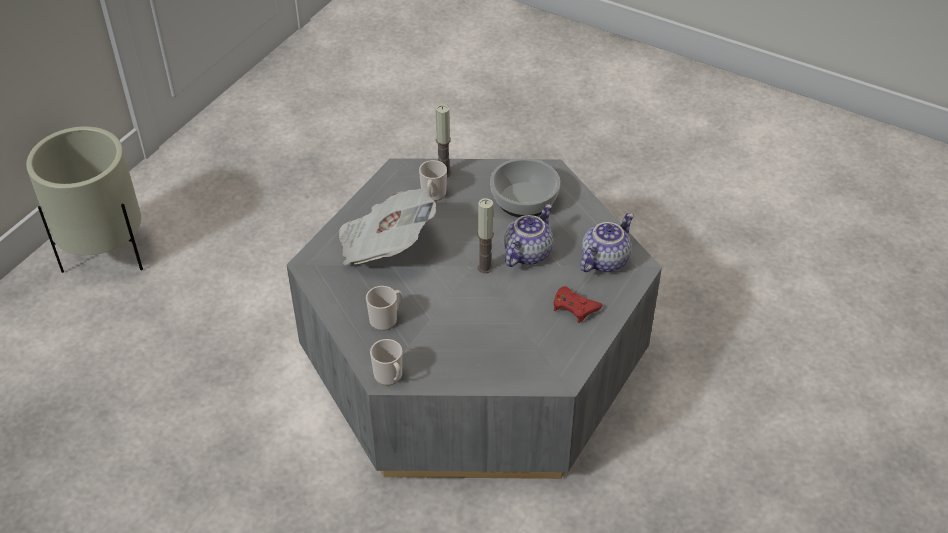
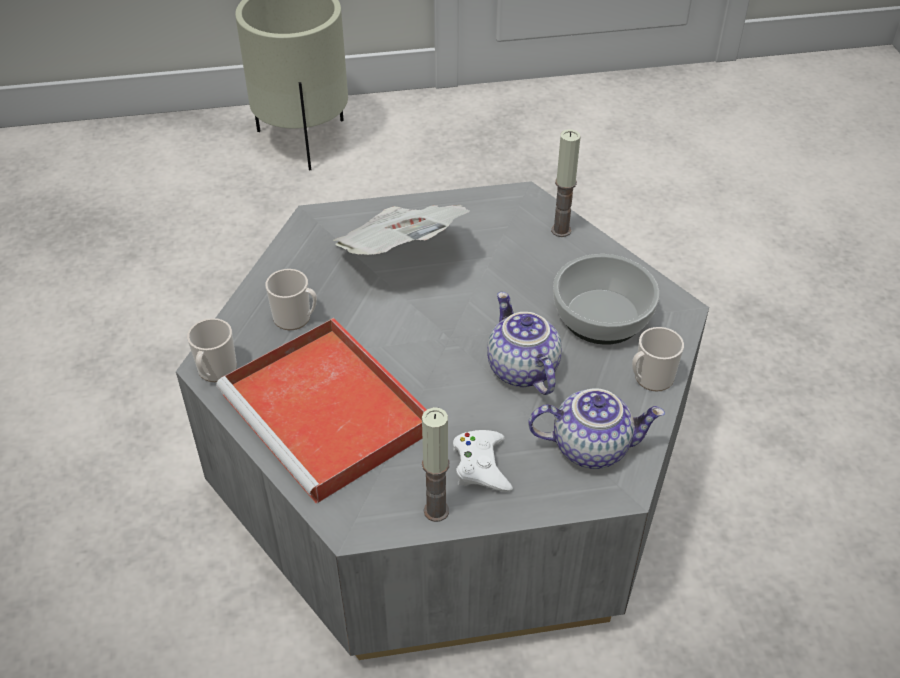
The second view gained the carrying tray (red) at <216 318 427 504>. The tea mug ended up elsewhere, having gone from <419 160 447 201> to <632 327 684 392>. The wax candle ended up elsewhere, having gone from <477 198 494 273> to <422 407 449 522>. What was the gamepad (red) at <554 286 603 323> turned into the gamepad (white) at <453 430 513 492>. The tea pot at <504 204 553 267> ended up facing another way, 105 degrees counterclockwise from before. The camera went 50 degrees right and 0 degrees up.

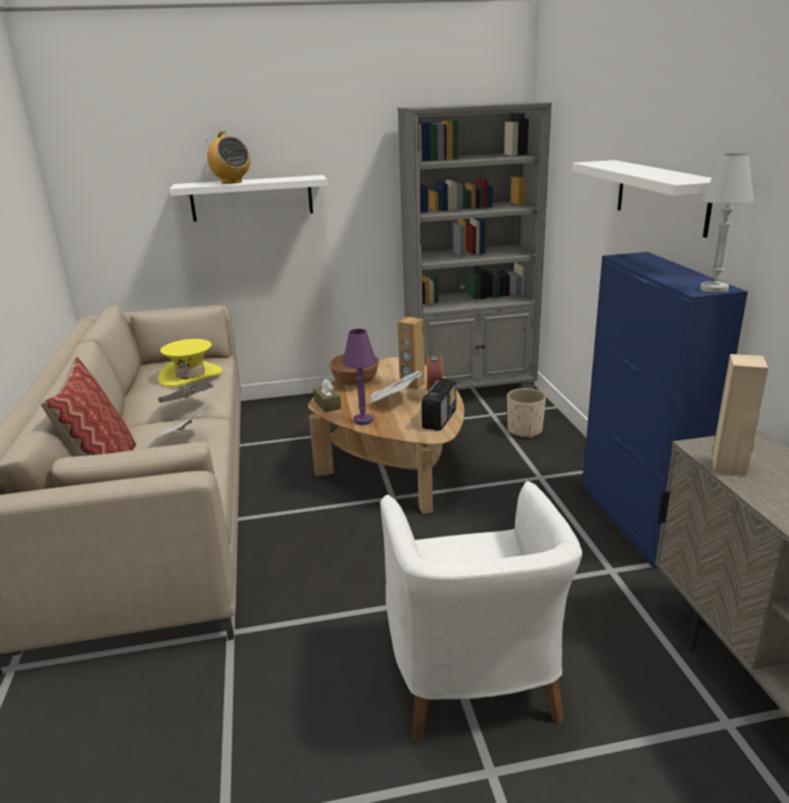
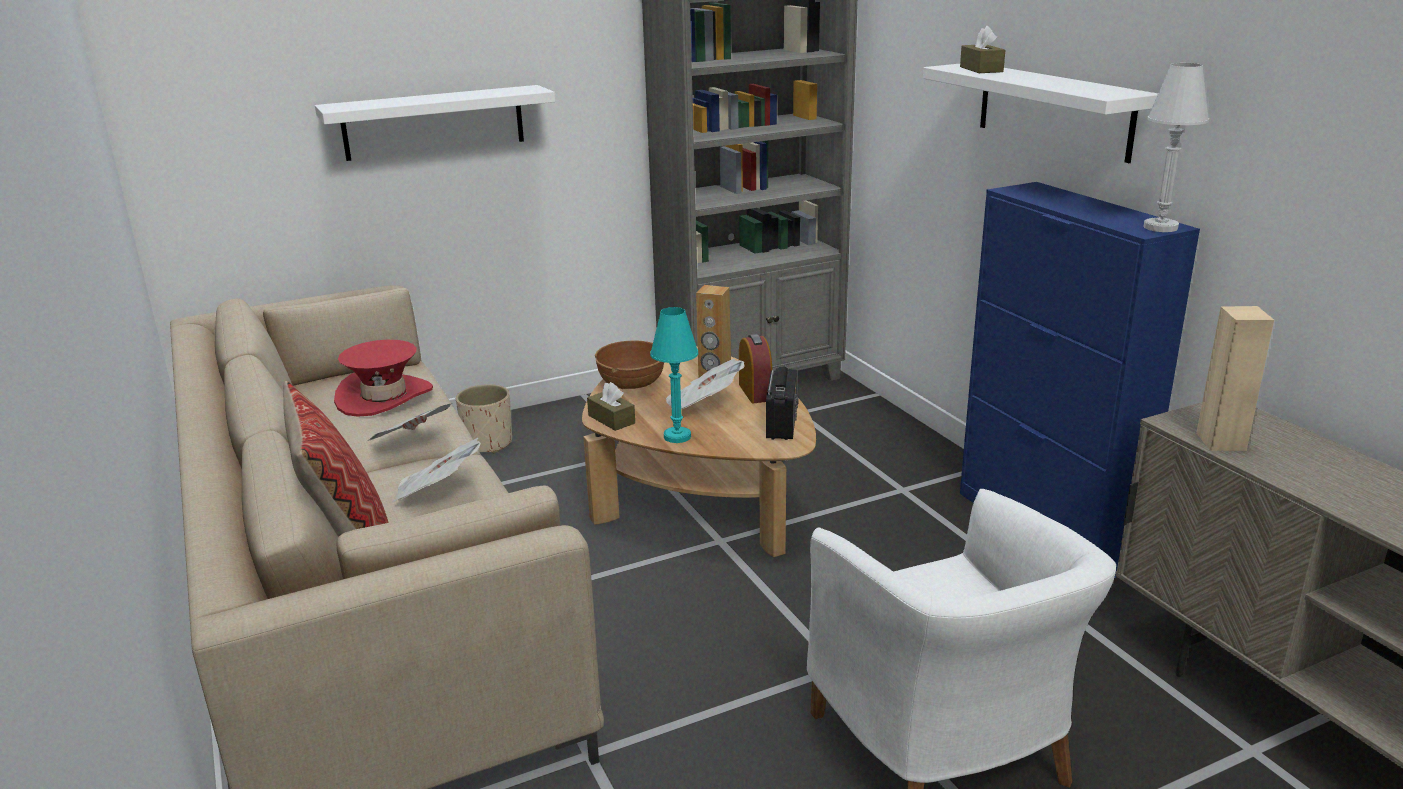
The second view lost the radio set at <206 131 250 184>. The second view gained the tissue holder (brownish) at <960 26 1005 73>. The planter (sand-coloured) ended up elsewhere, having gone from <507 388 546 438> to <456 384 512 453>. What was the clothing hat (yellow-coloured) at <158 339 223 387> turned into the clothing hat (red) at <334 340 433 417>. What was the tabletop lamp (purplish) at <343 329 377 425> turned into the tabletop lamp (turquoise-coloured) at <650 307 698 443>. The camera went 15 degrees left and 0 degrees up.

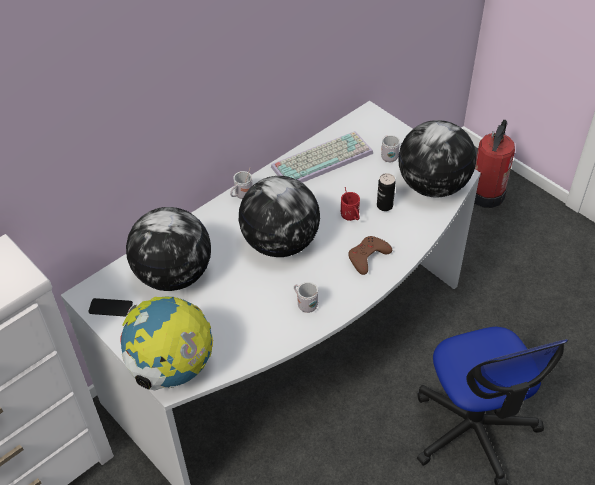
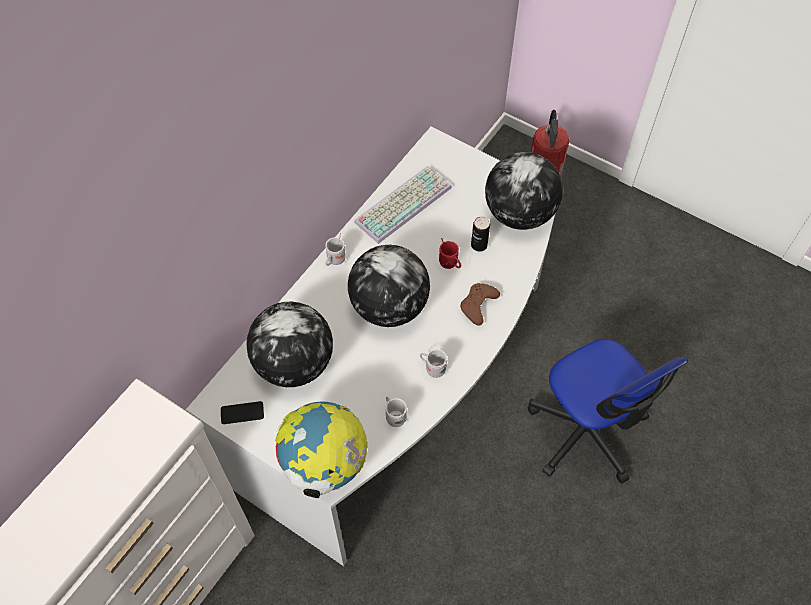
The tea mug (white) ended up elsewhere, having gone from <381 135 400 162> to <385 396 407 427>. The camera went 15 degrees left and 10 degrees up.

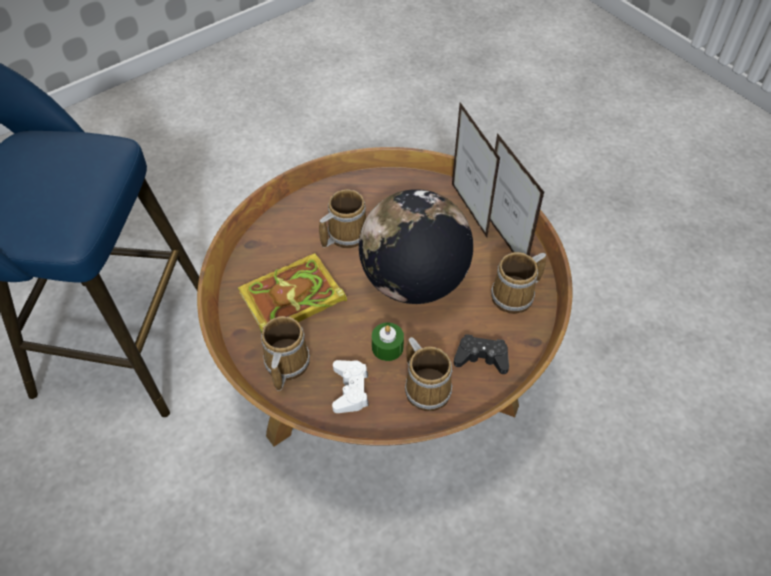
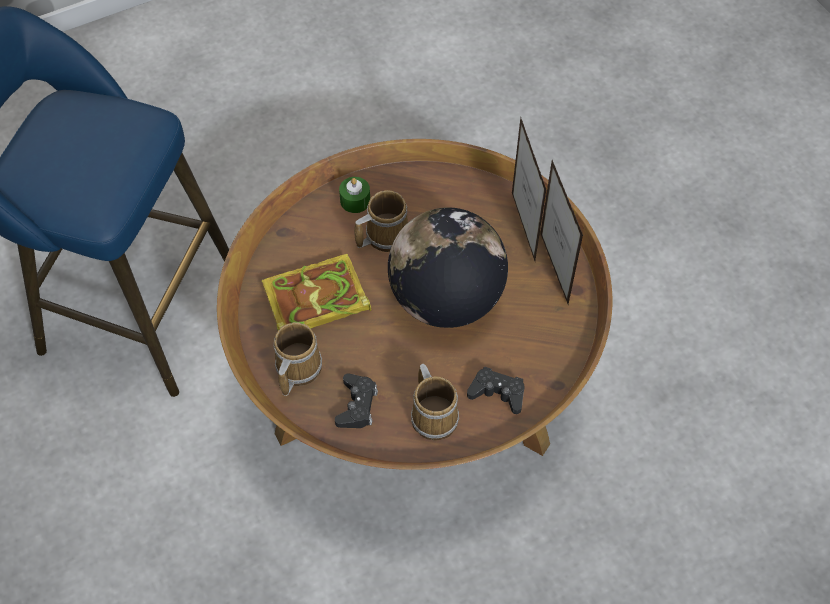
The second view lost the tea mug at <491 252 546 314>. The wax candle (greenish) ended up elsewhere, having gone from <372 323 404 361> to <339 177 370 213>. What was the gamepad (white) at <332 360 368 413> turned into the gamepad (black) at <335 373 378 428>. The camera went 10 degrees right and 5 degrees up.

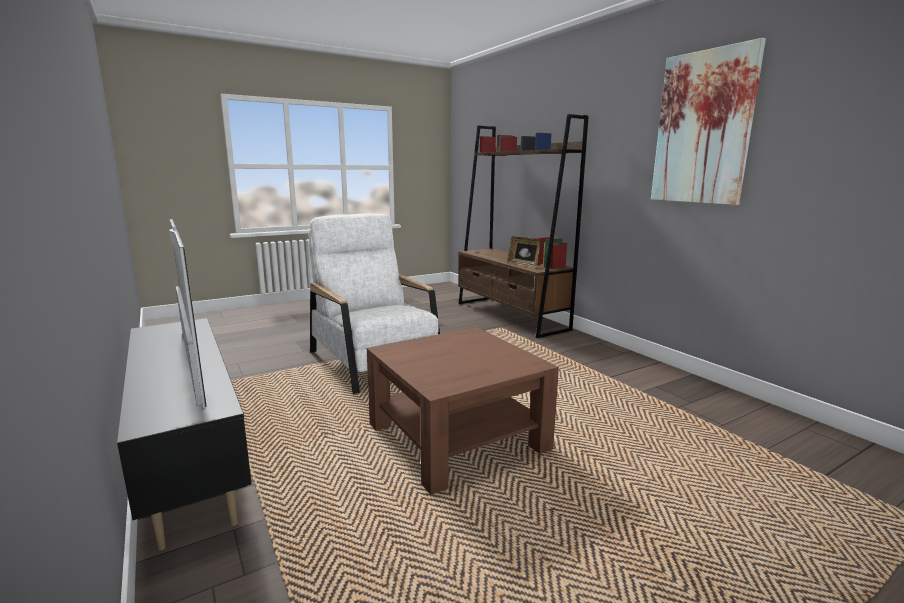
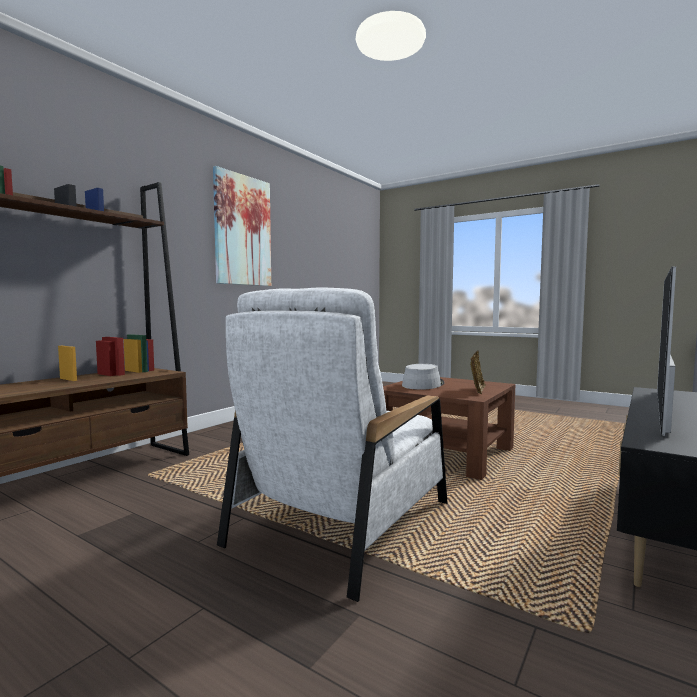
The second view gained the clothing hat (gray) at <402 364 444 390>. The standing frame ended up elsewhere, having gone from <507 236 541 268> to <470 350 486 394>. The camera went 115 degrees left and 10 degrees down.

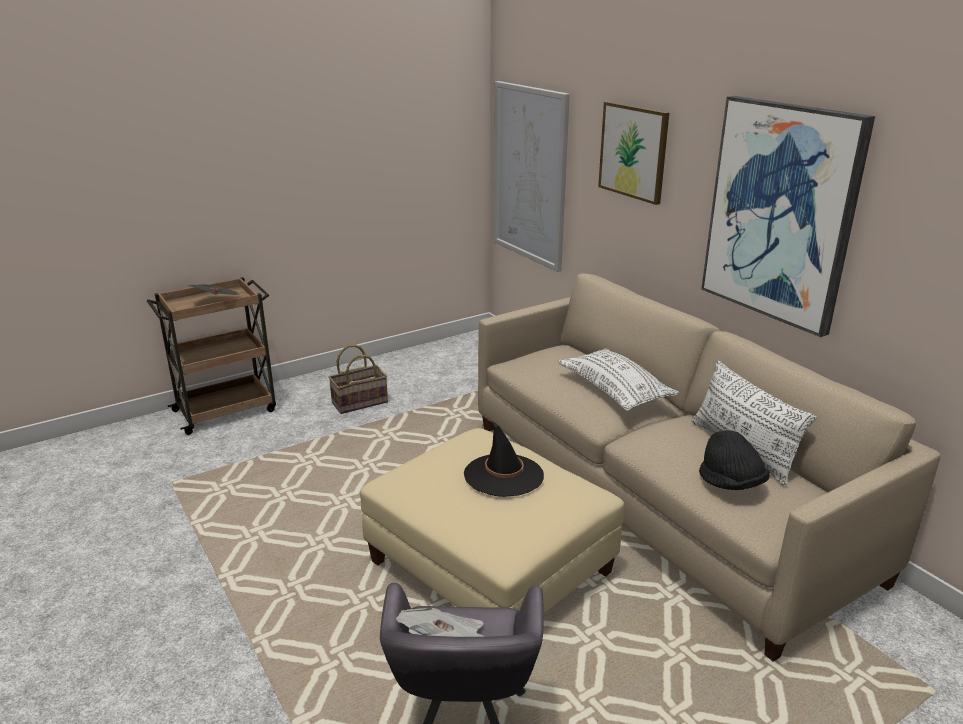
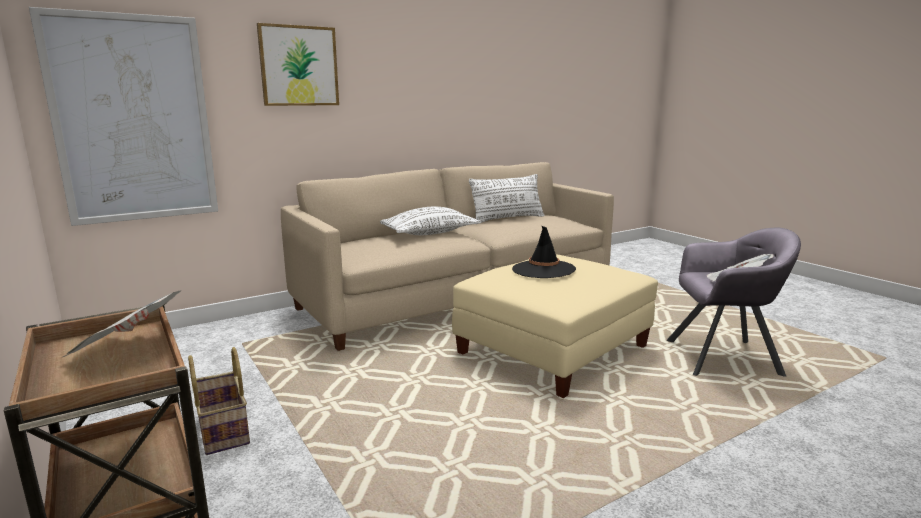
The second view lost the clothing hat (black) at <699 430 770 490>. The second view lost the wall art at <701 96 875 337>. The camera went 90 degrees left and 10 degrees down.

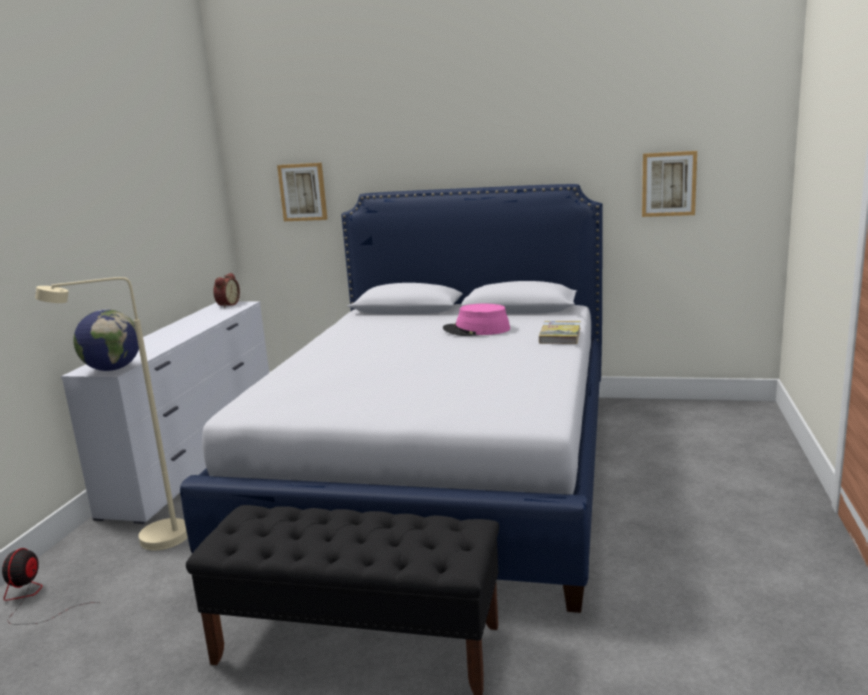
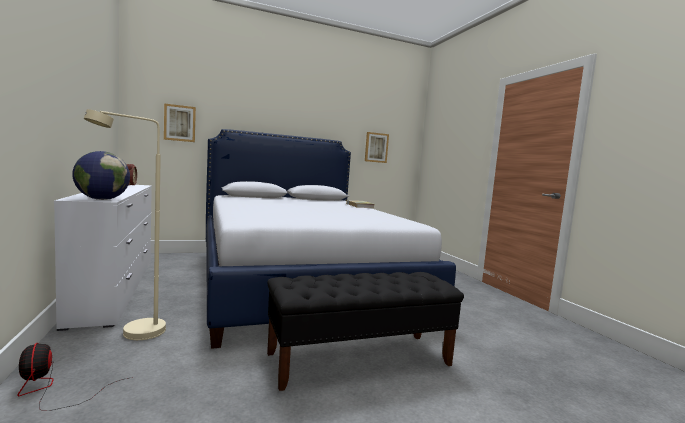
The second view lost the clothing hat (pinkish) at <443 304 510 336>. The camera went 35 degrees left and 10 degrees down.

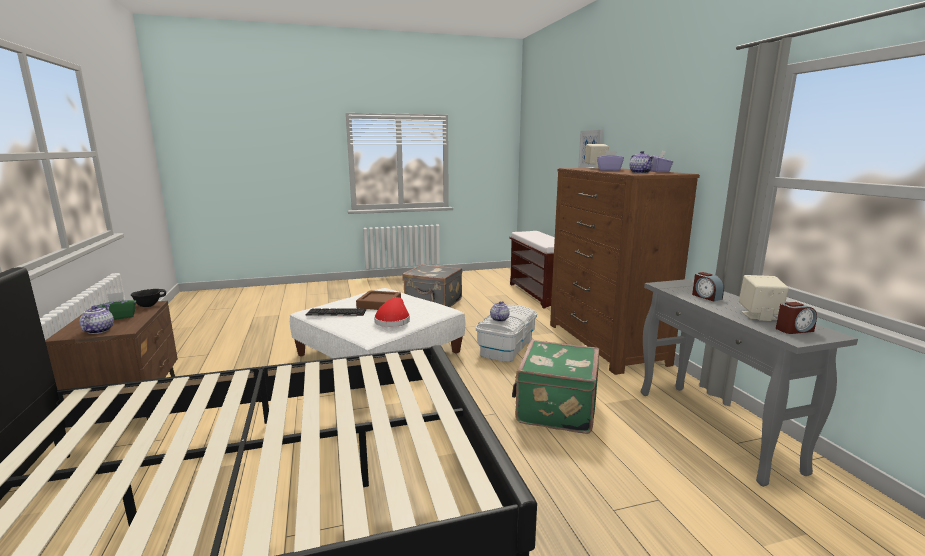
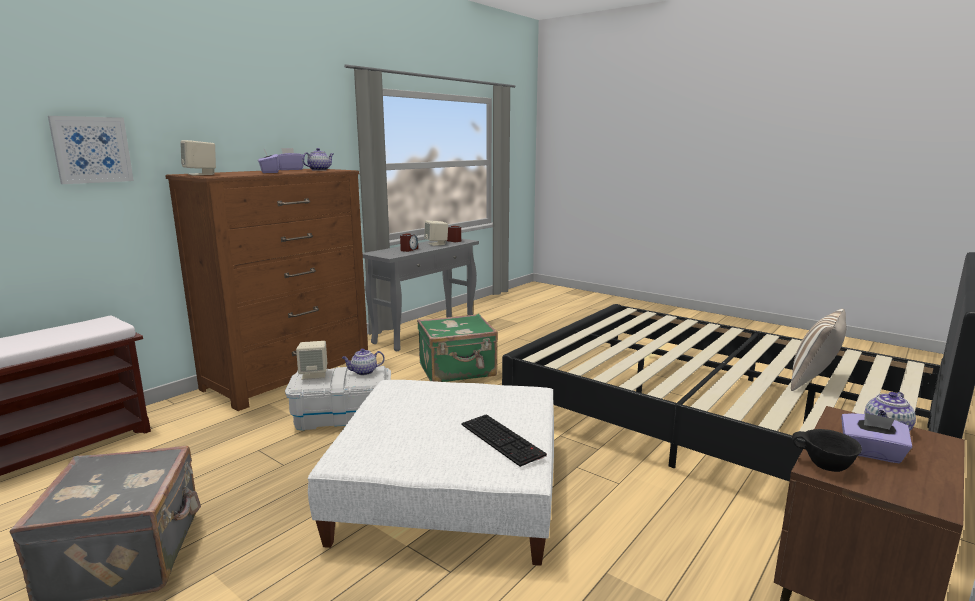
The second view lost the carrying tray (brownish) at <356 290 401 310>. The second view lost the clothing hat (red) at <374 297 410 327>. The second view gained the audio speaker (sand-coloured) at <296 341 327 380>. The second view gained the throw pillow at <791 309 846 391>. What was the tissue holder (greenish) at <97 292 136 320> turned into the tissue holder (purplish) at <841 413 912 463>. The camera went 125 degrees left and 0 degrees up.

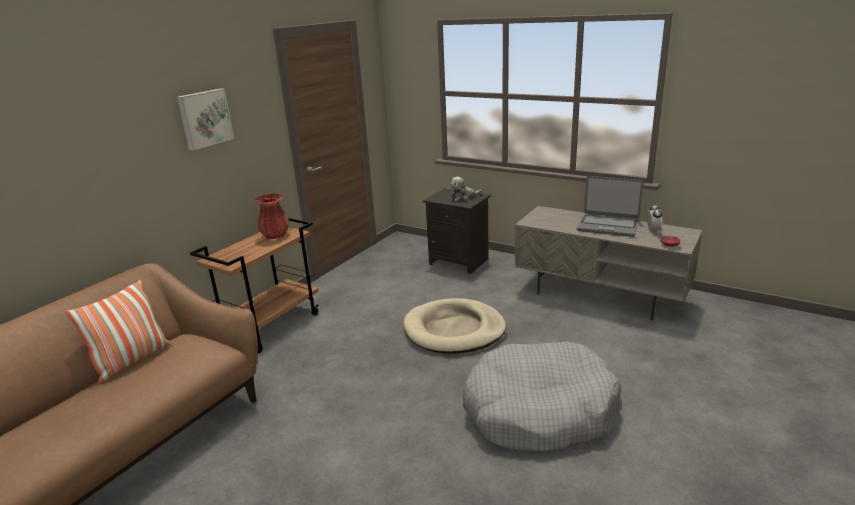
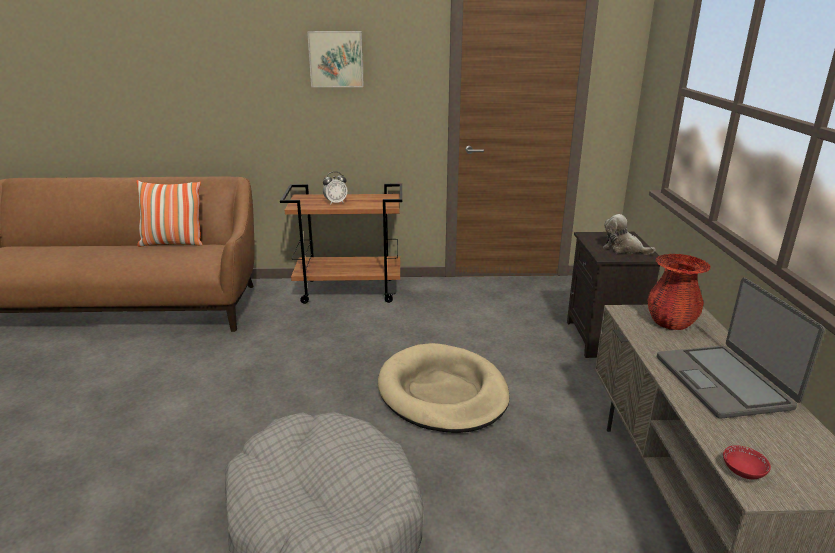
The decorative vase (red) ended up elsewhere, having gone from <254 194 289 239> to <647 254 710 330>. The alarm clock ended up elsewhere, having gone from <647 204 663 234> to <323 172 347 205>. The camera went 55 degrees right and 0 degrees up.

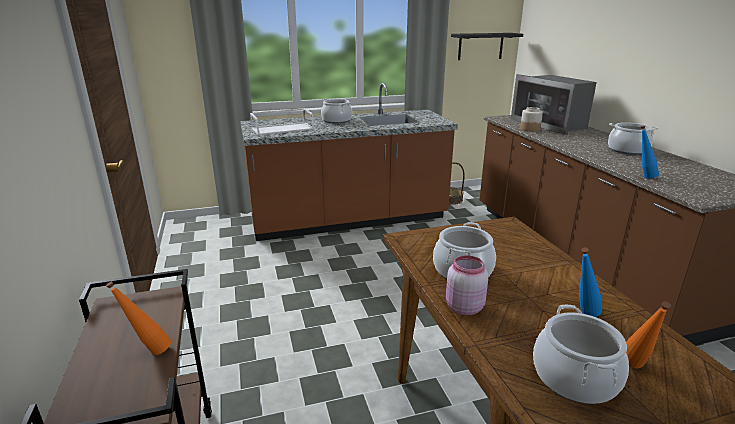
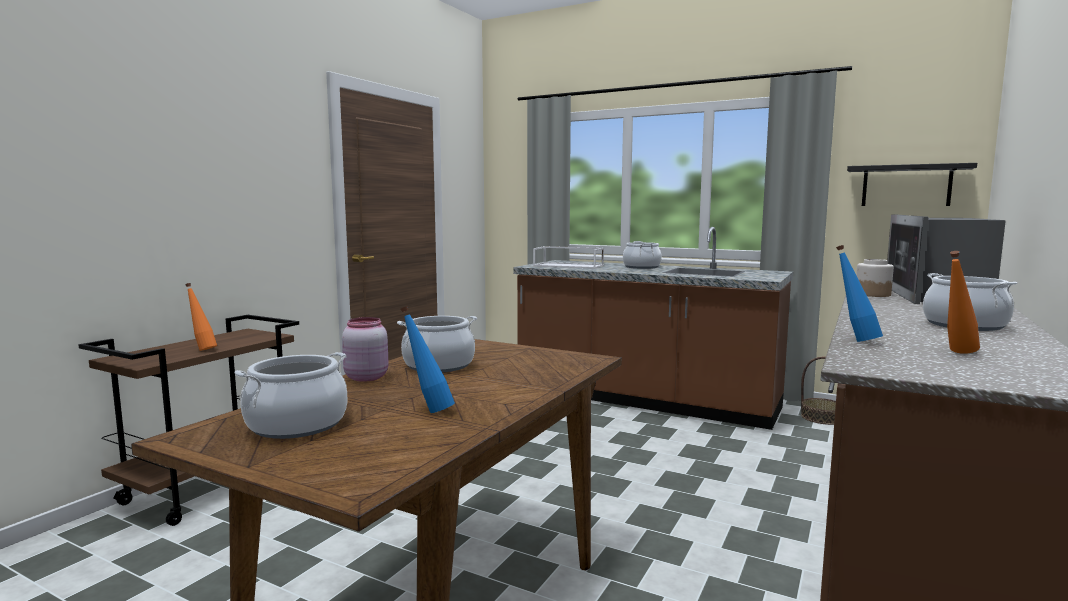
The bottle (orange) ended up elsewhere, having gone from <626 301 671 368> to <947 251 980 354>. The camera went 45 degrees right and 15 degrees down.

